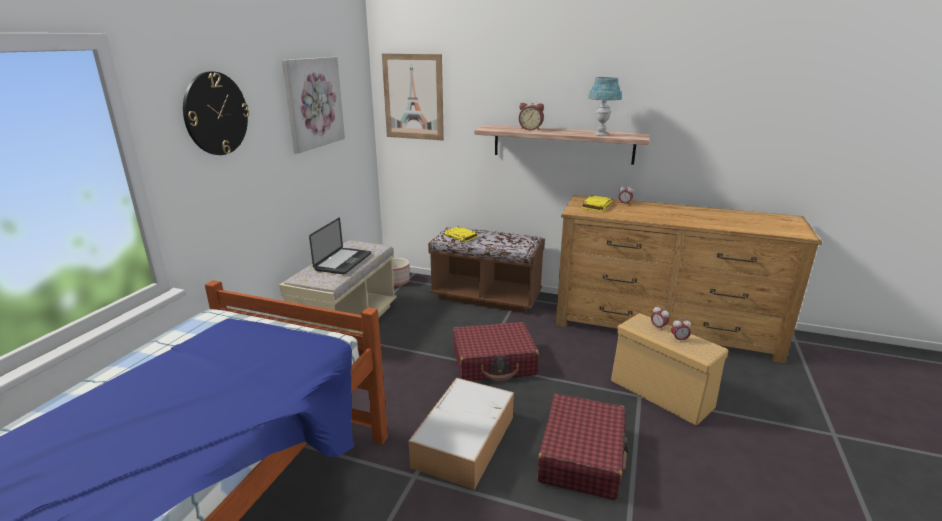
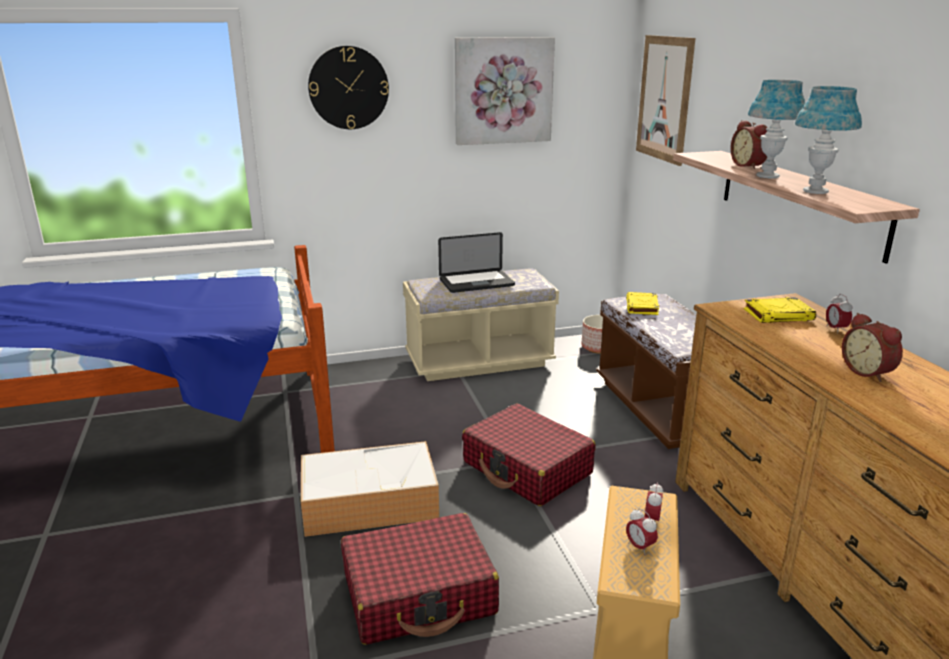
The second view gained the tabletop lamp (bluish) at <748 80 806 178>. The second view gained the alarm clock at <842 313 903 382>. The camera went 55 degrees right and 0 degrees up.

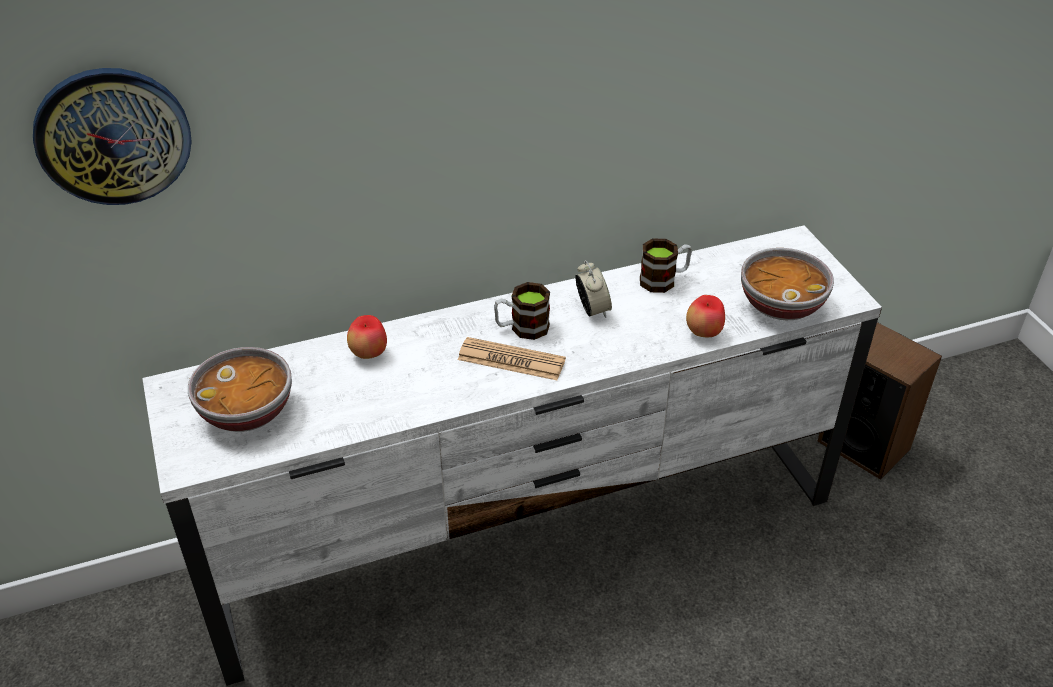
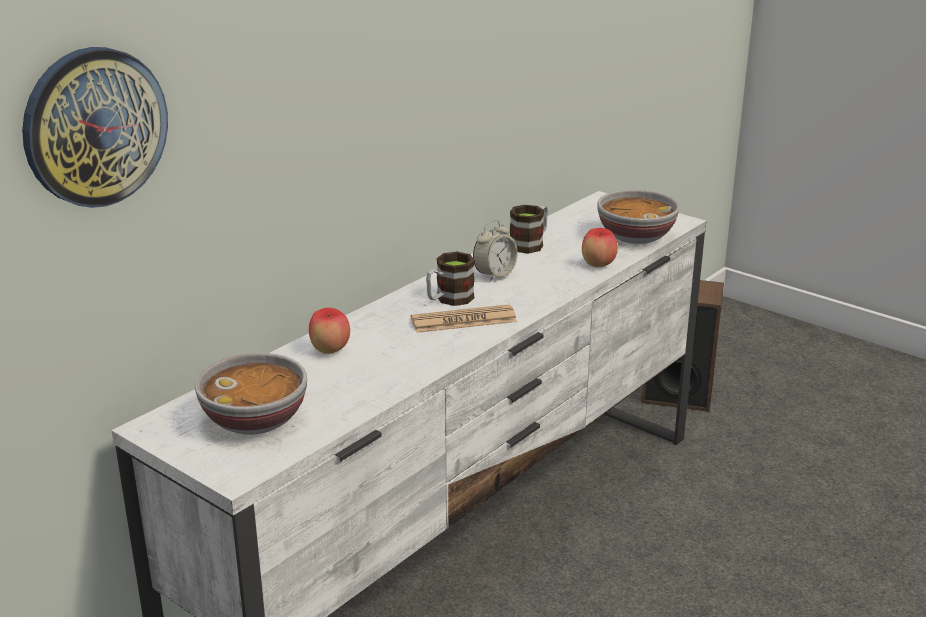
The alarm clock at <575 260 612 318> ended up facing another way, 90 degrees clockwise from before. The camera went 30 degrees left and 15 degrees down.

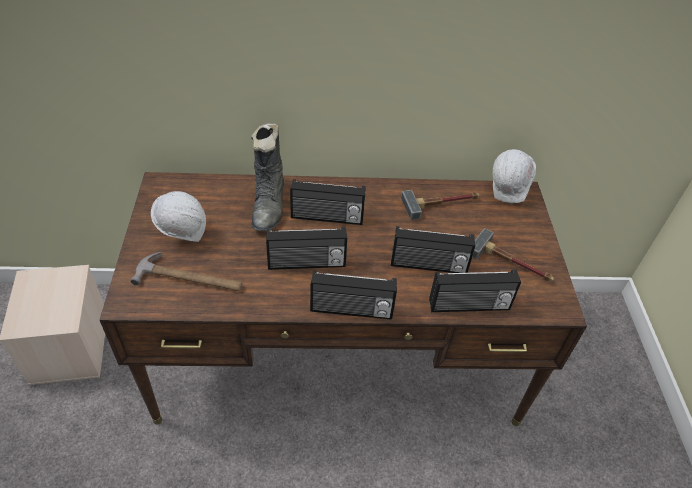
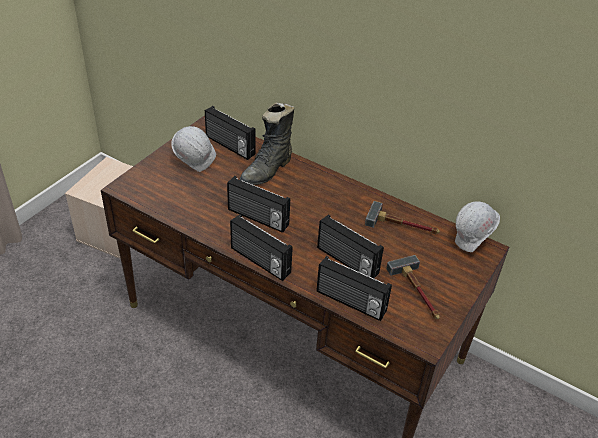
The second view lost the tool hammer at <130 252 242 291>. The radio set ended up elsewhere, having gone from <290 179 366 225> to <205 106 256 160>. The camera went 35 degrees right and 5 degrees down.

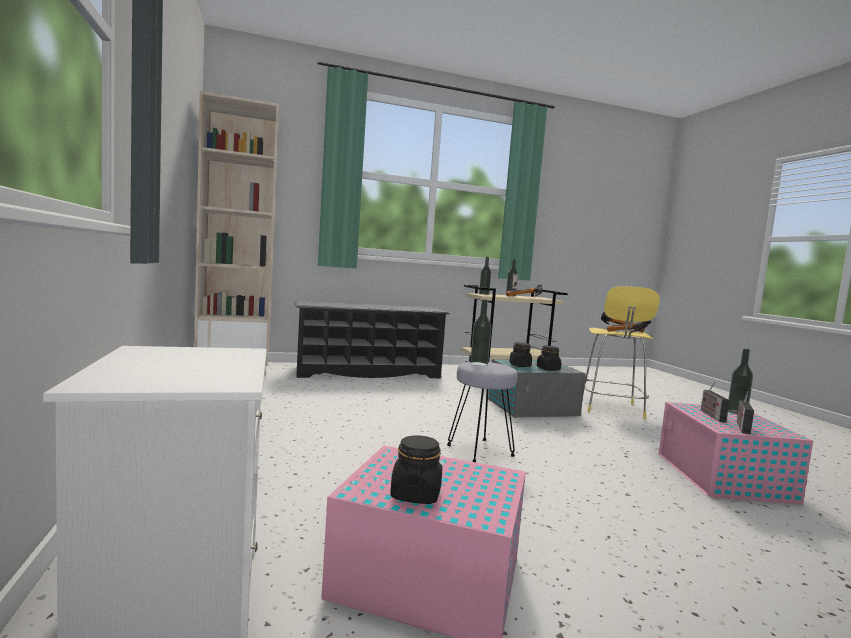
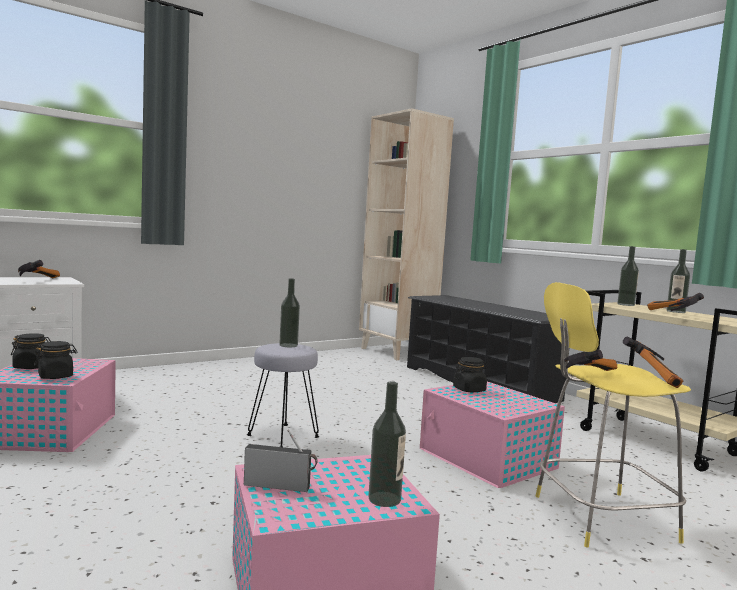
The second view lost the radio set at <701 382 730 422>. The second view gained the tool hammer at <18 260 60 278>. The jar (black) ended up elsewhere, having gone from <537 346 561 371> to <34 341 77 379>. What was the storage box (gray) at <488 359 586 418> turned into the storage box (pinkish) at <420 382 565 488>. The camera went 70 degrees right and 0 degrees up.

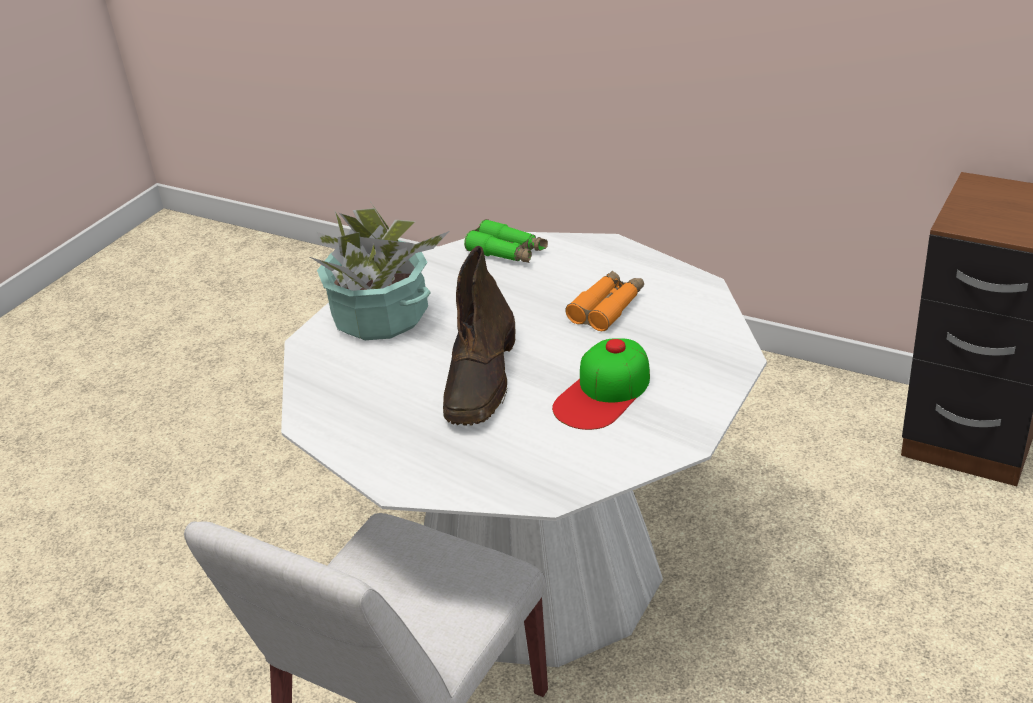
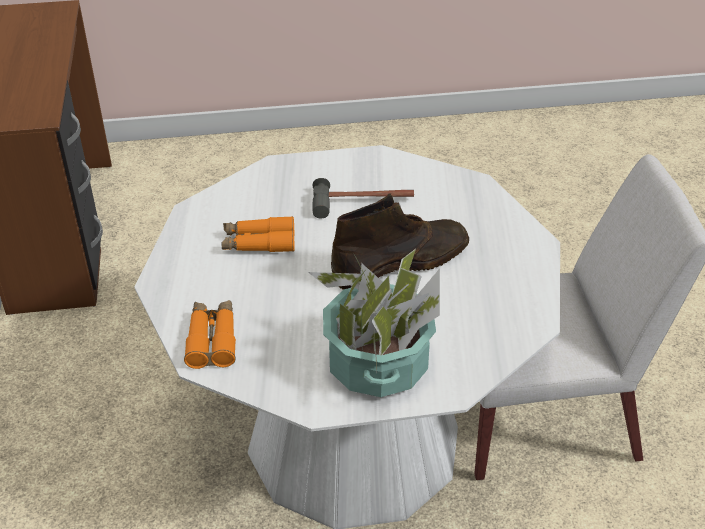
Where the baseball cap stood at <552 338 650 430>, the tool hammer came to stand at <312 178 414 218>. What was the pair of binoculars (greenish) at <464 219 548 263> turned into the pair of binoculars (orange) at <184 300 236 369>. The camera went 130 degrees left and 5 degrees up.

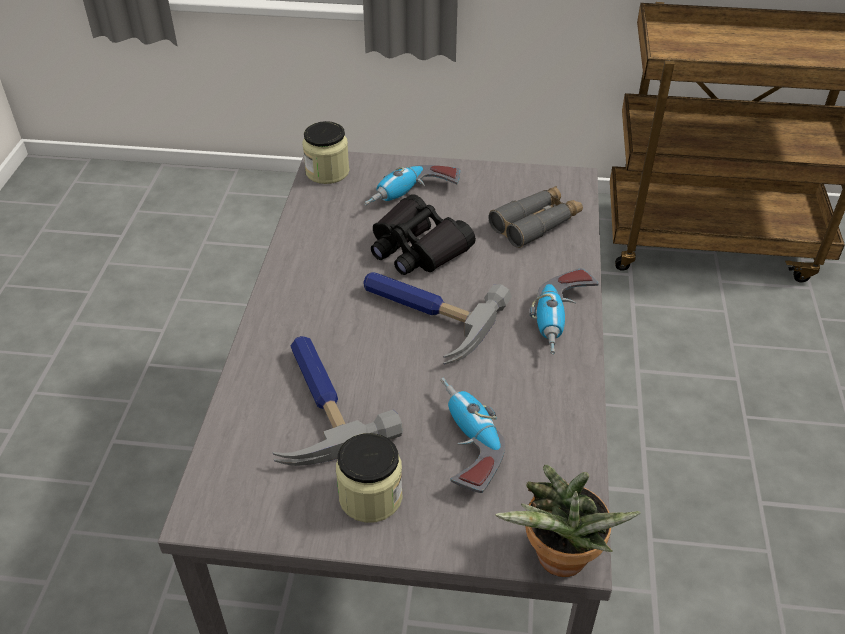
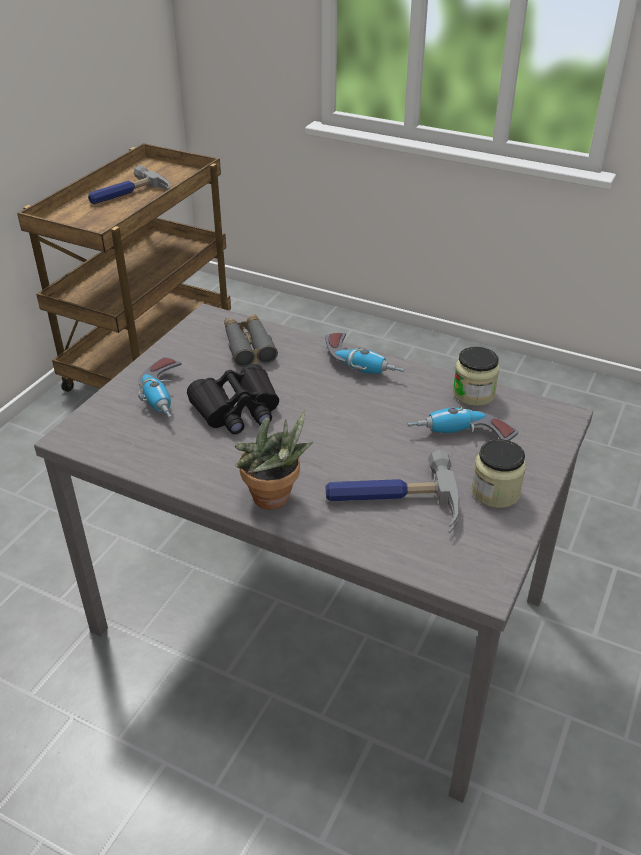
The jar ended up elsewhere, having gone from <302 121 349 184> to <453 347 499 406>. The tool hammer ended up elsewhere, having gone from <363 272 512 365> to <88 165 170 204>. The plant in a pot ended up elsewhere, having gone from <495 465 641 577> to <235 410 313 510>. The camera went 70 degrees left and 5 degrees down.

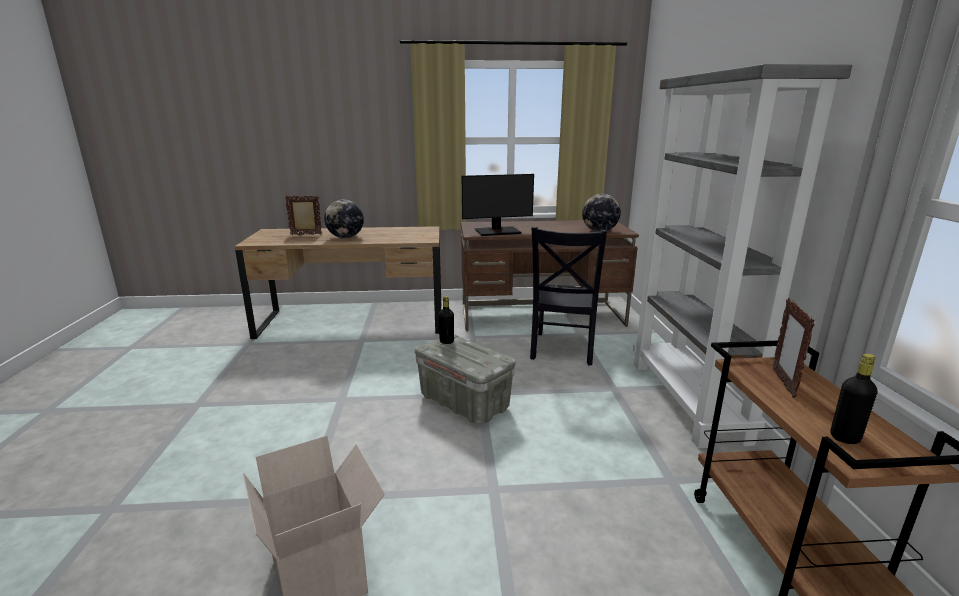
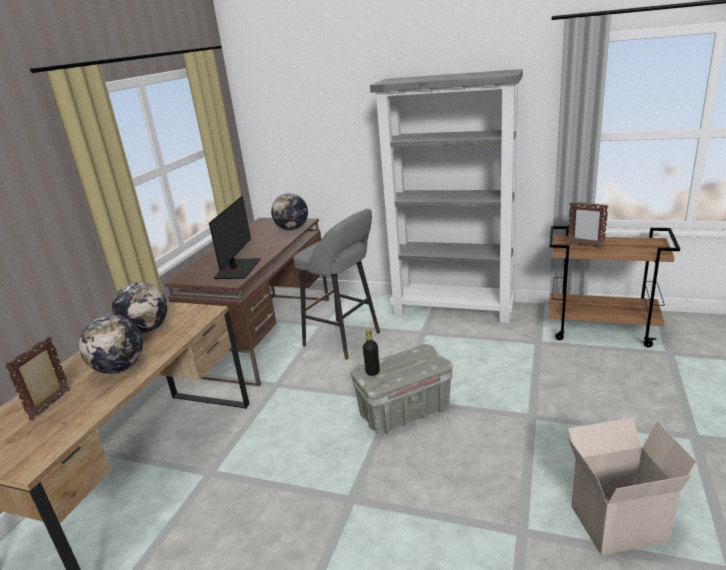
The second view lost the bottle (black) at <830 354 878 444>. The second view gained the desk globe at <112 282 167 334>. Where the chair (black) stood at <530 227 607 365>, the stool seat (gray) came to stand at <293 209 380 360>. The camera went 65 degrees left and 5 degrees up.

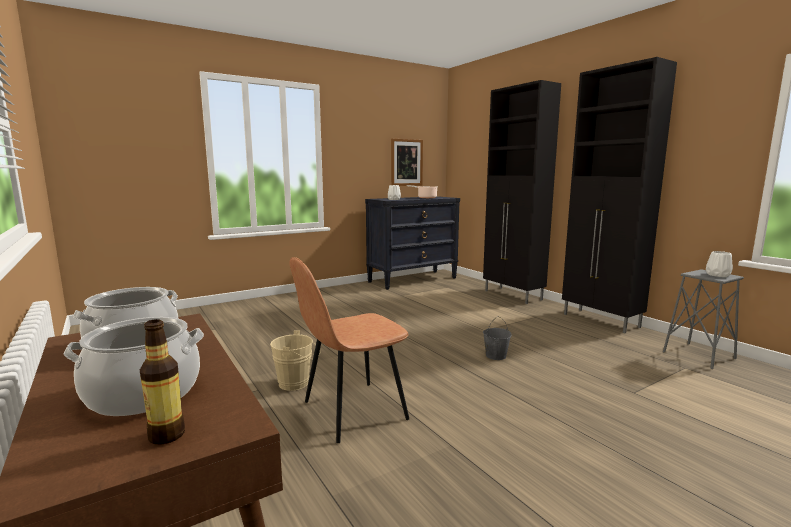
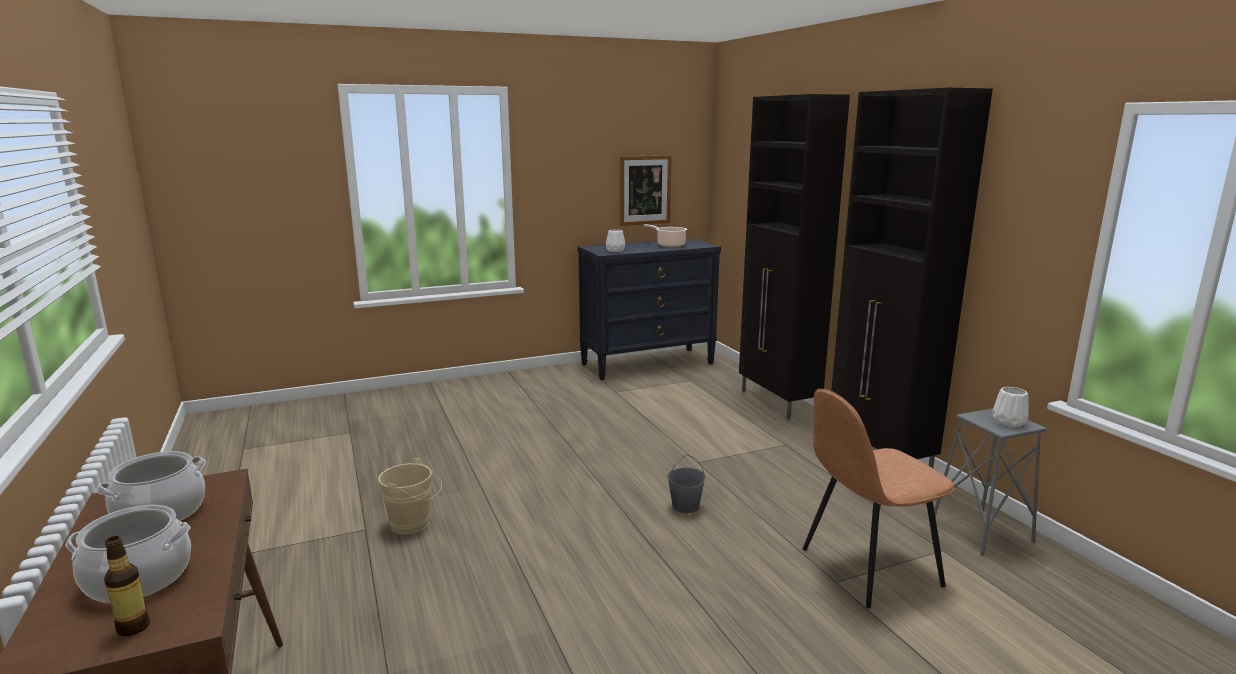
The chair (brownish) ended up elsewhere, having gone from <289 257 409 443> to <803 389 955 608>. The camera went 10 degrees right and 5 degrees up.

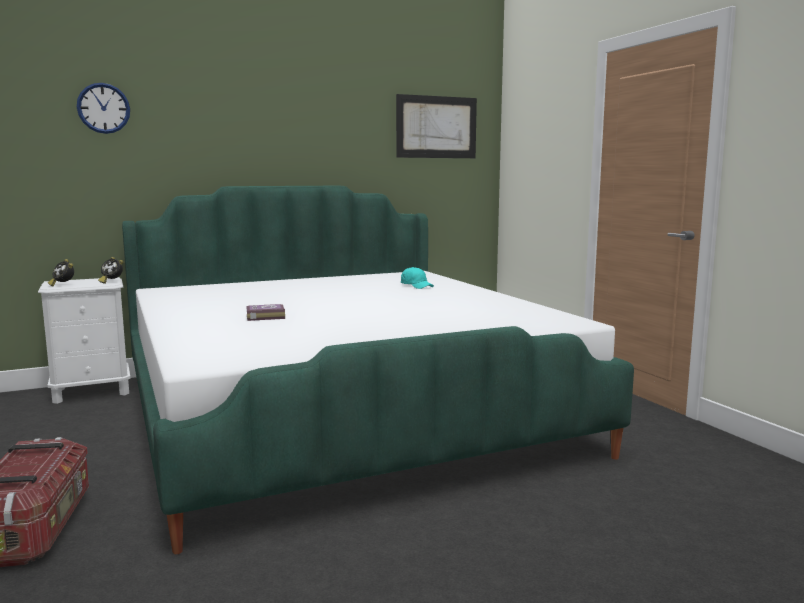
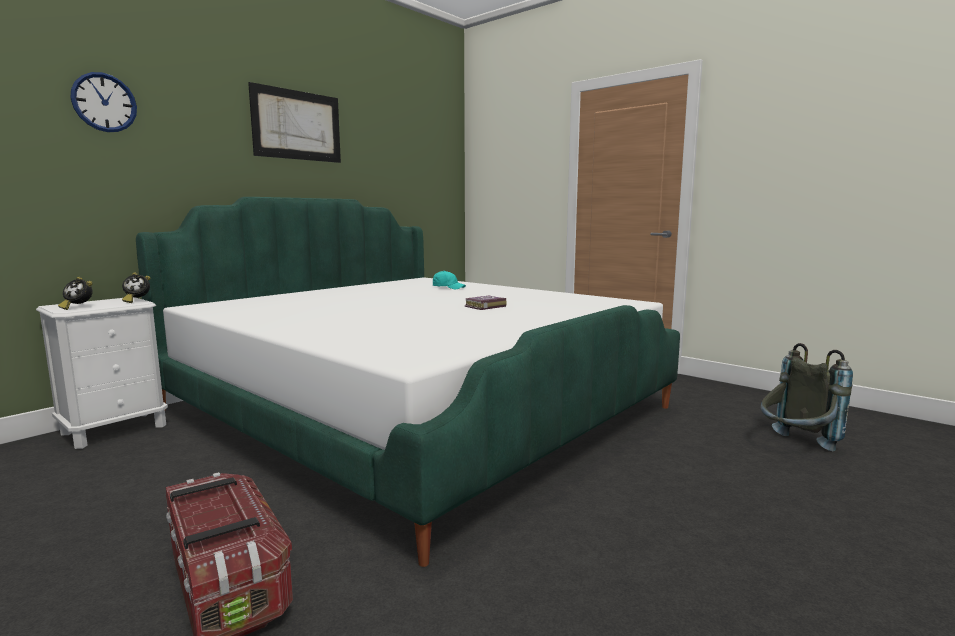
The second view gained the backpack (gray) at <760 343 853 451>. The bound book ended up elsewhere, having gone from <246 304 285 321> to <464 296 507 310>. The wall art ended up elsewhere, having gone from <396 94 477 158> to <248 82 341 163>. The camera went 25 degrees left and 0 degrees up.

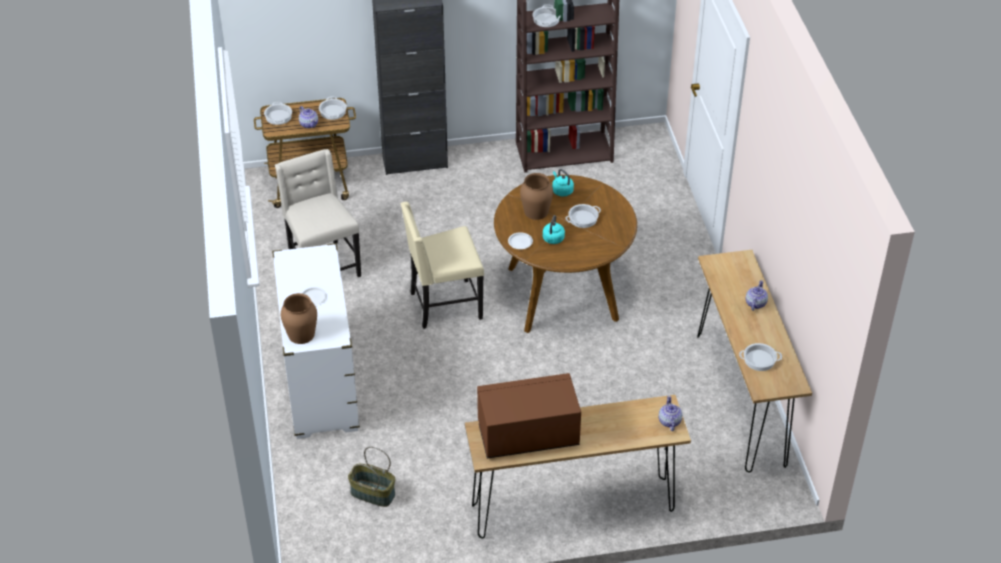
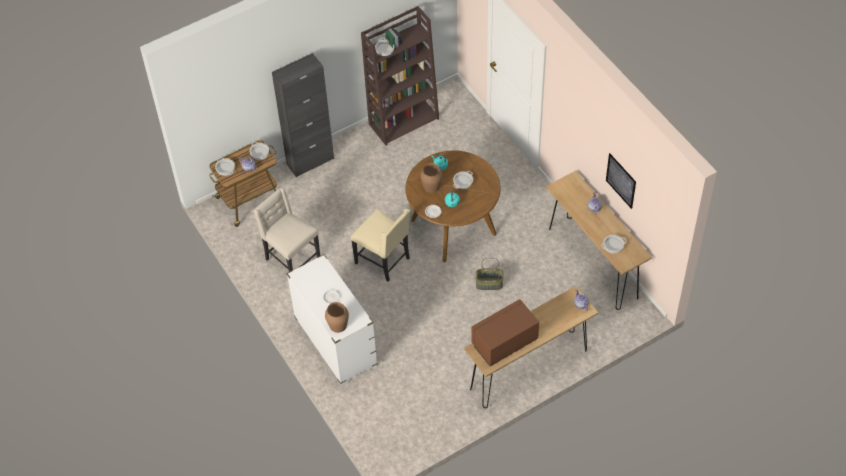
The second view gained the wall art at <606 153 636 209>. The storage basket ended up elsewhere, having gone from <348 447 395 507> to <475 257 504 290>. The chair (sand-coloured) at <401 202 484 329> ended up facing another way, 105 degrees counterclockwise from before. The camera went 20 degrees left and 10 degrees up.

